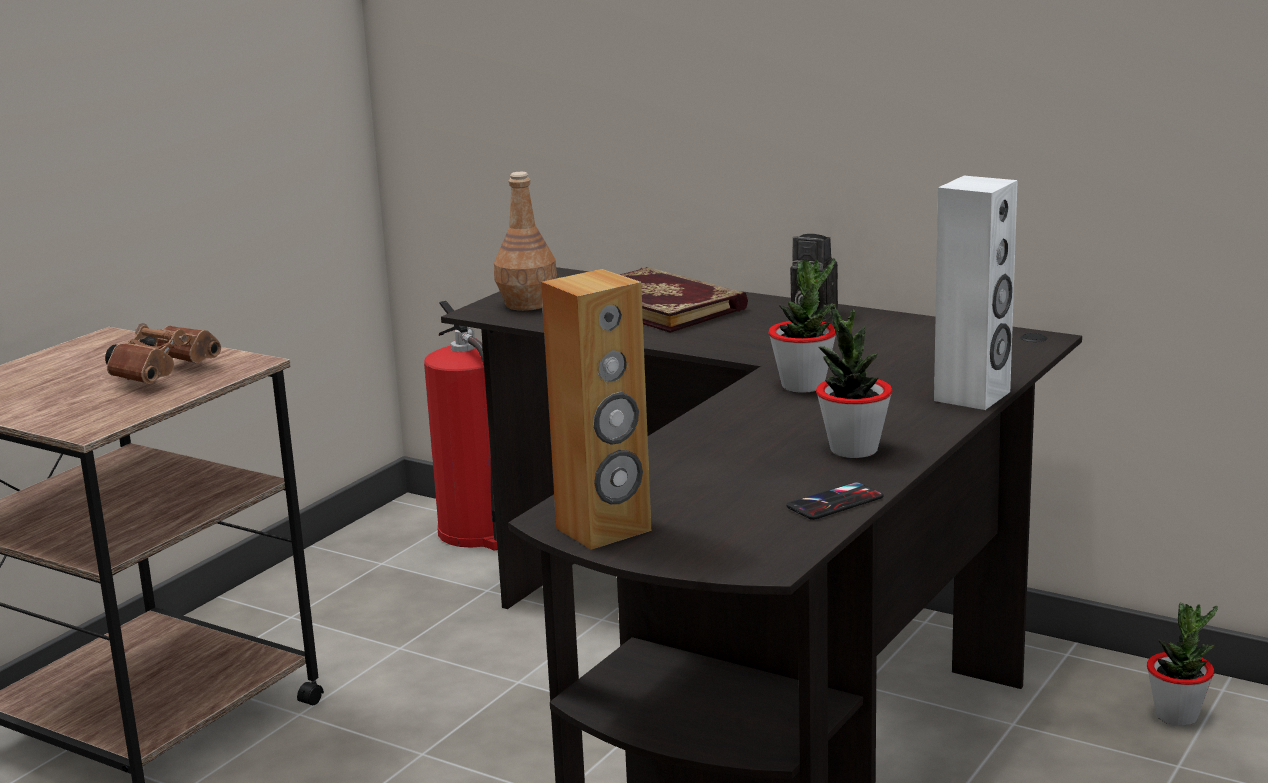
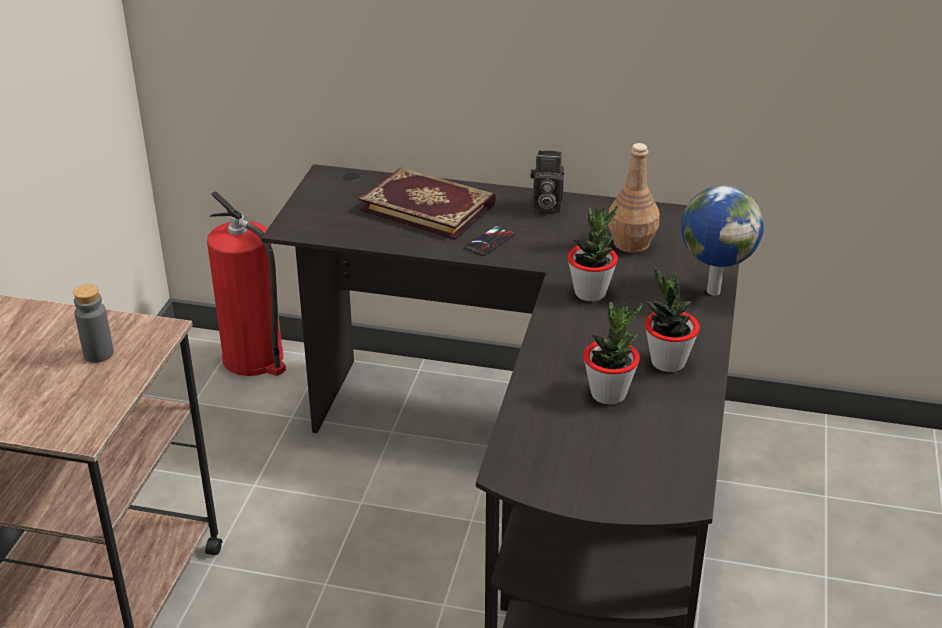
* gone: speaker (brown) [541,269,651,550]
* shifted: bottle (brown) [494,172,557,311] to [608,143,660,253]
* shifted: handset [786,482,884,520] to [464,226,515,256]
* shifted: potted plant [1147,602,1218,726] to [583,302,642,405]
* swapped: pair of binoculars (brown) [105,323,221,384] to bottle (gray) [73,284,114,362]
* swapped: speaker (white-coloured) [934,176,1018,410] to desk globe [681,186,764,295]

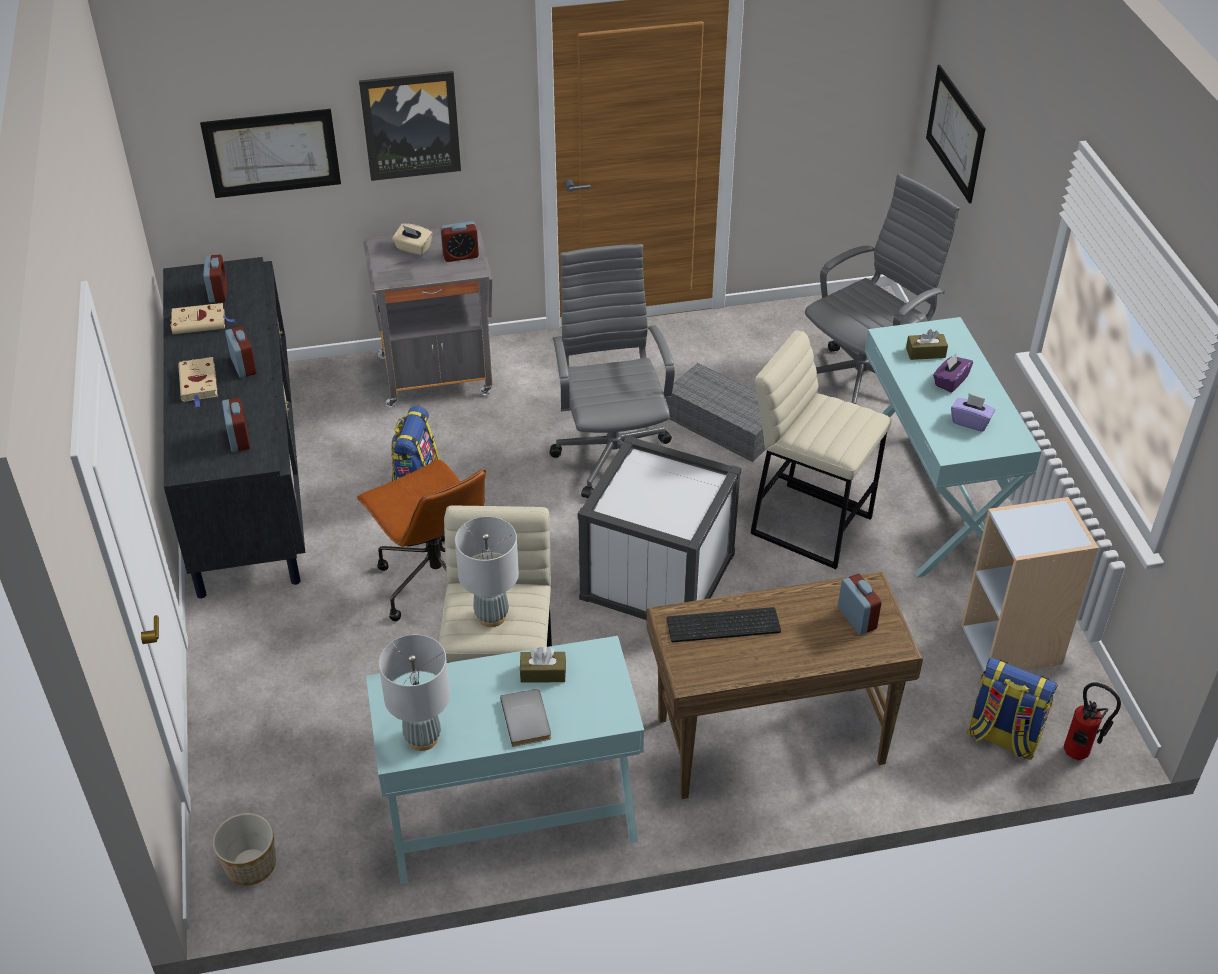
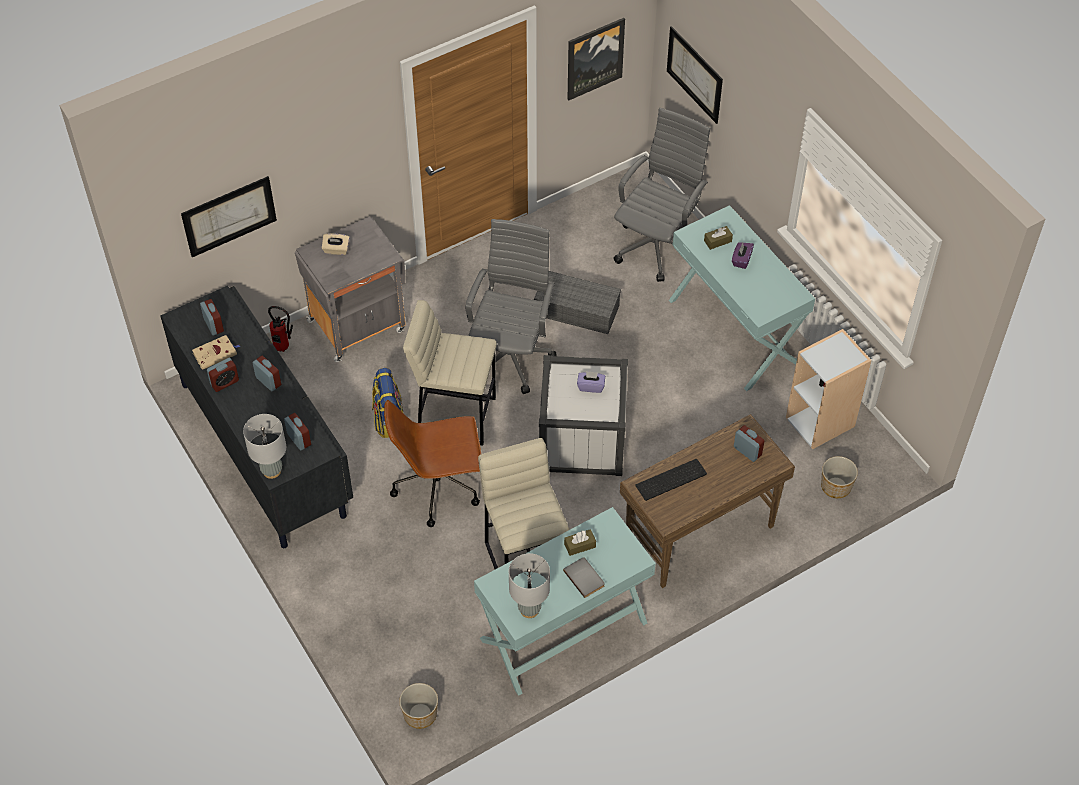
* gone: book (beige) [178,357,218,408]
* shifted: picture [359,71,461,181] to [568,18,625,100]
* shifted: alarm clock [440,221,479,262] to [207,358,239,392]
* shifted: lamp for a table (gray) [455,517,519,627] to [243,414,286,479]
* shifted: stool (beige) [751,330,891,569] to [403,300,497,446]
* shifted: tissue holder (purplish) [951,394,995,432] to [577,371,605,393]
* shifted: extinguisher [1064,682,1121,761] to [268,306,293,352]
* swapped: backpack [967,658,1058,760] to planter [821,456,858,498]
* rotated: computer chair (brown) [357,460,486,621] = [384,400,481,527] 135 degrees clockwise
* rotated: computer chair (gray) [549,244,675,498] = [466,219,557,394] 45 degrees clockwise

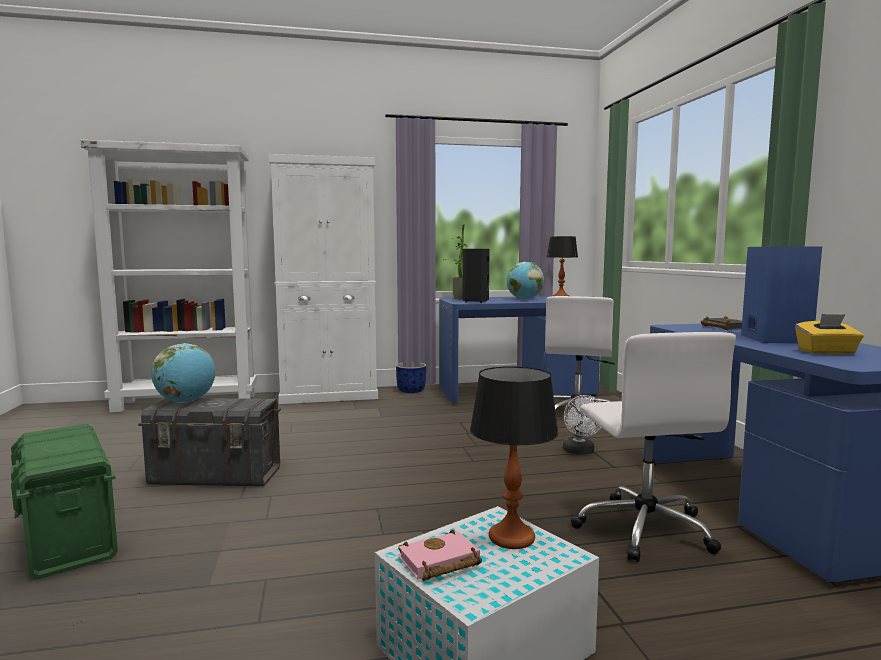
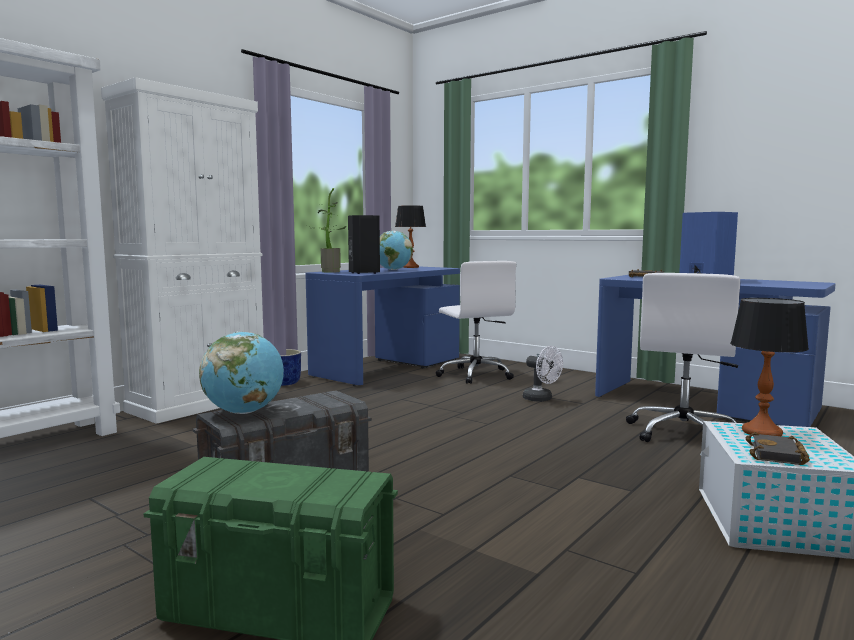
* gone: tissue holder (yellowish) [795,314,864,355]
* repainted: book (pinkish) [398,530,482,581] to book (black-coloured) [746,432,810,465]
* rotated: computer chair (white-coloured) [570,332,736,562] = [626,273,740,442] 75 degrees clockwise

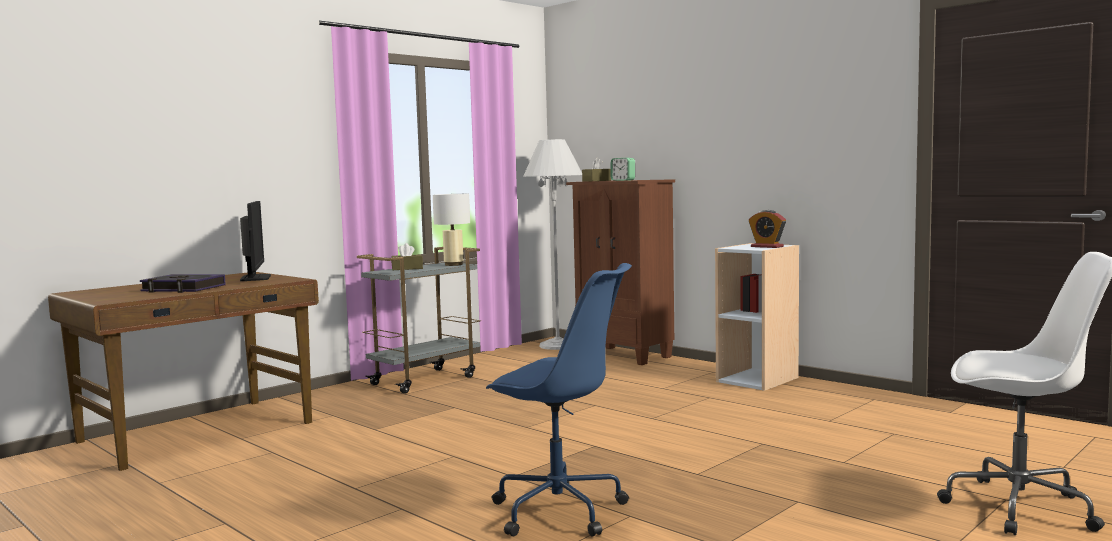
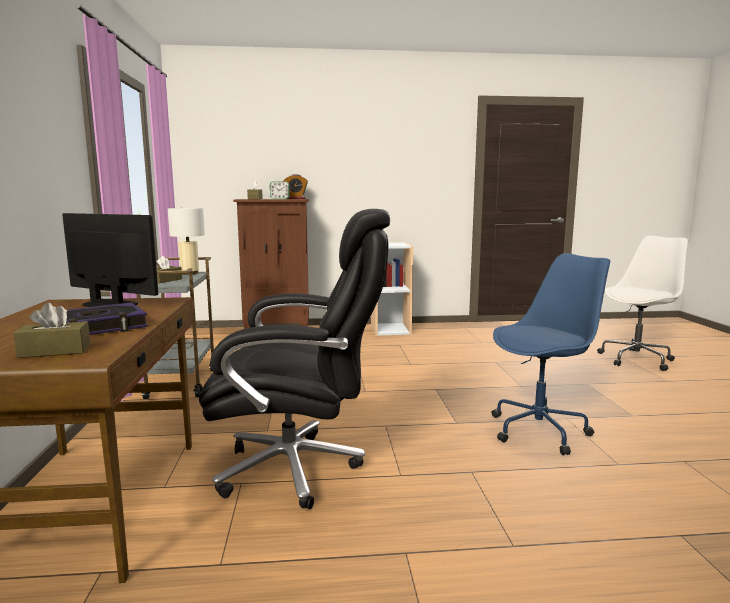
* gone: standing lamp (white-coloured) [523,139,582,350]
* new: tissue holder (brown) [13,303,91,358]
* new: computer chair (black-coloured) [199,209,390,509]
* shifted: alarm clock [749,210,786,248] to [283,174,308,199]

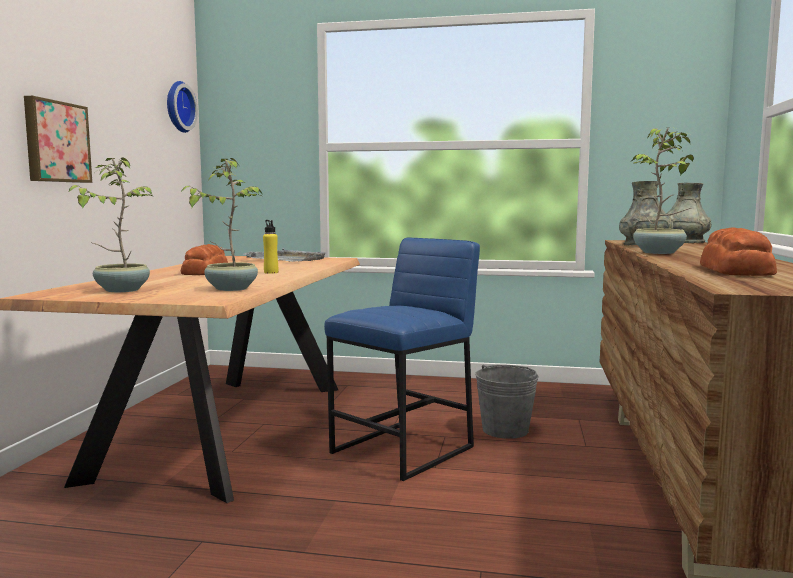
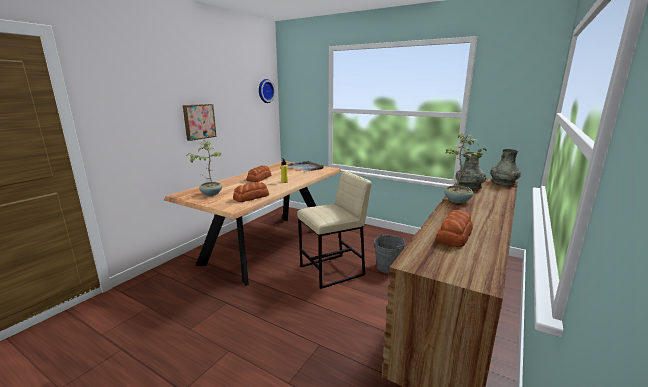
* swapped: potted plant [180,158,264,291] to bread [233,182,269,202]
* repainted: chair (blue) [324,238,480,481] to chair (beige) [297,171,372,289]

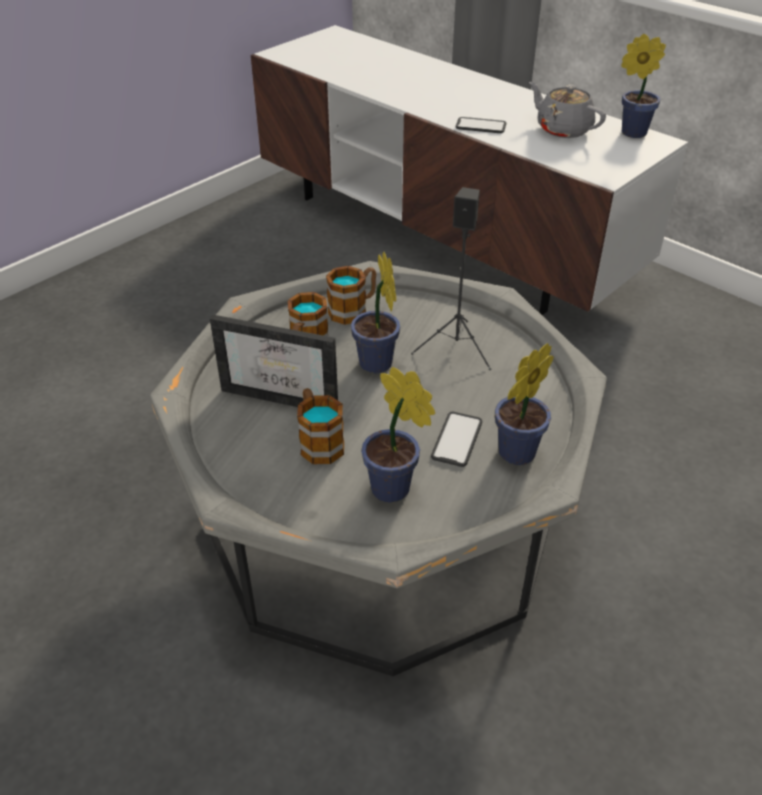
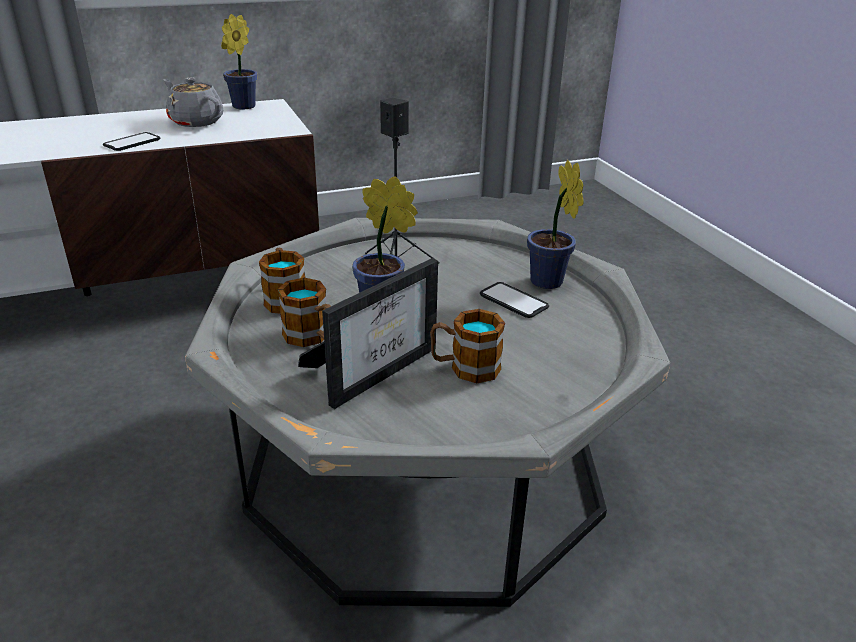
* gone: potted plant [361,367,435,503]
* rotated: teapot (gray) [529,82,606,138] = [163,77,223,127] 60 degrees clockwise

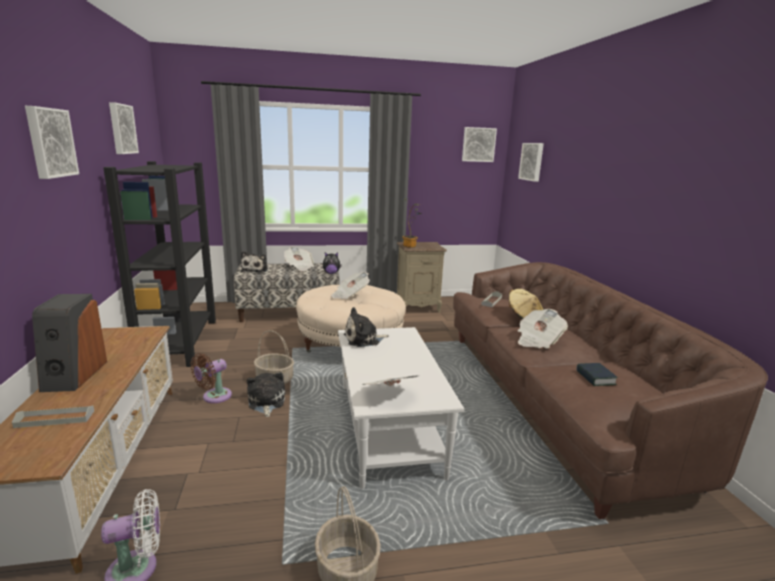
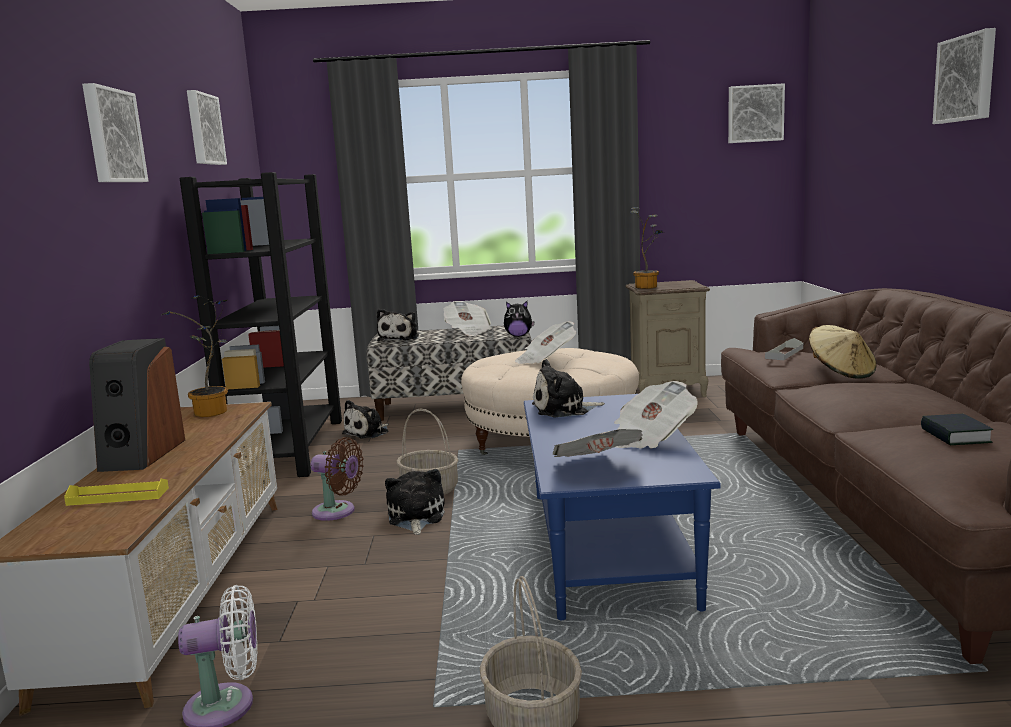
* new: potted plant [161,295,229,417]
* new: soft toy [342,400,389,439]
* shifted: newspaper [517,309,568,349] to [614,381,698,449]
* shifted: picture [518,143,544,182] to [933,28,996,124]
* repainted: carrying tray (gray) [12,405,94,428] to carrying tray (yellowish) [64,479,169,506]
* repainted: coffee table (white-coloured) [338,327,465,489] to coffee table (blue) [524,394,720,620]
* rotated: cooling fan (brown) [191,353,232,403] = [310,437,364,521] 120 degrees counterclockwise

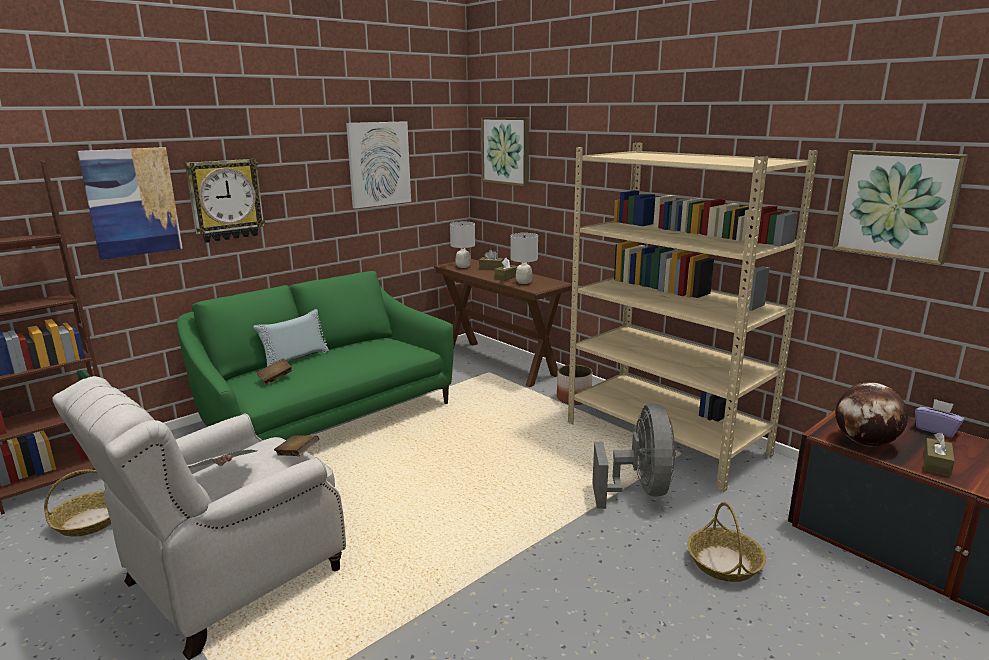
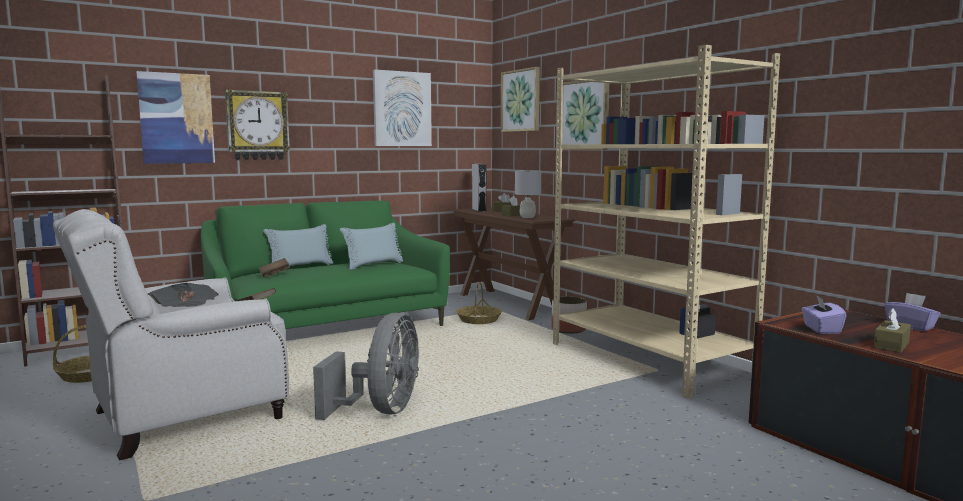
* new: pillow (blue) [340,223,403,270]
* shifted: cooling fan (gray) [592,404,676,509] to [313,313,419,420]
* shifted: storage basket [687,502,766,582] to [456,282,502,324]
* shifted: picture [833,150,968,265] to [559,81,609,150]
* swapped: lamp for a table (gray) [450,222,475,268] to speaker (gray) [472,164,486,211]
* swapped: desk globe [835,382,908,447] to tissue holder (purplish) [802,296,846,334]

